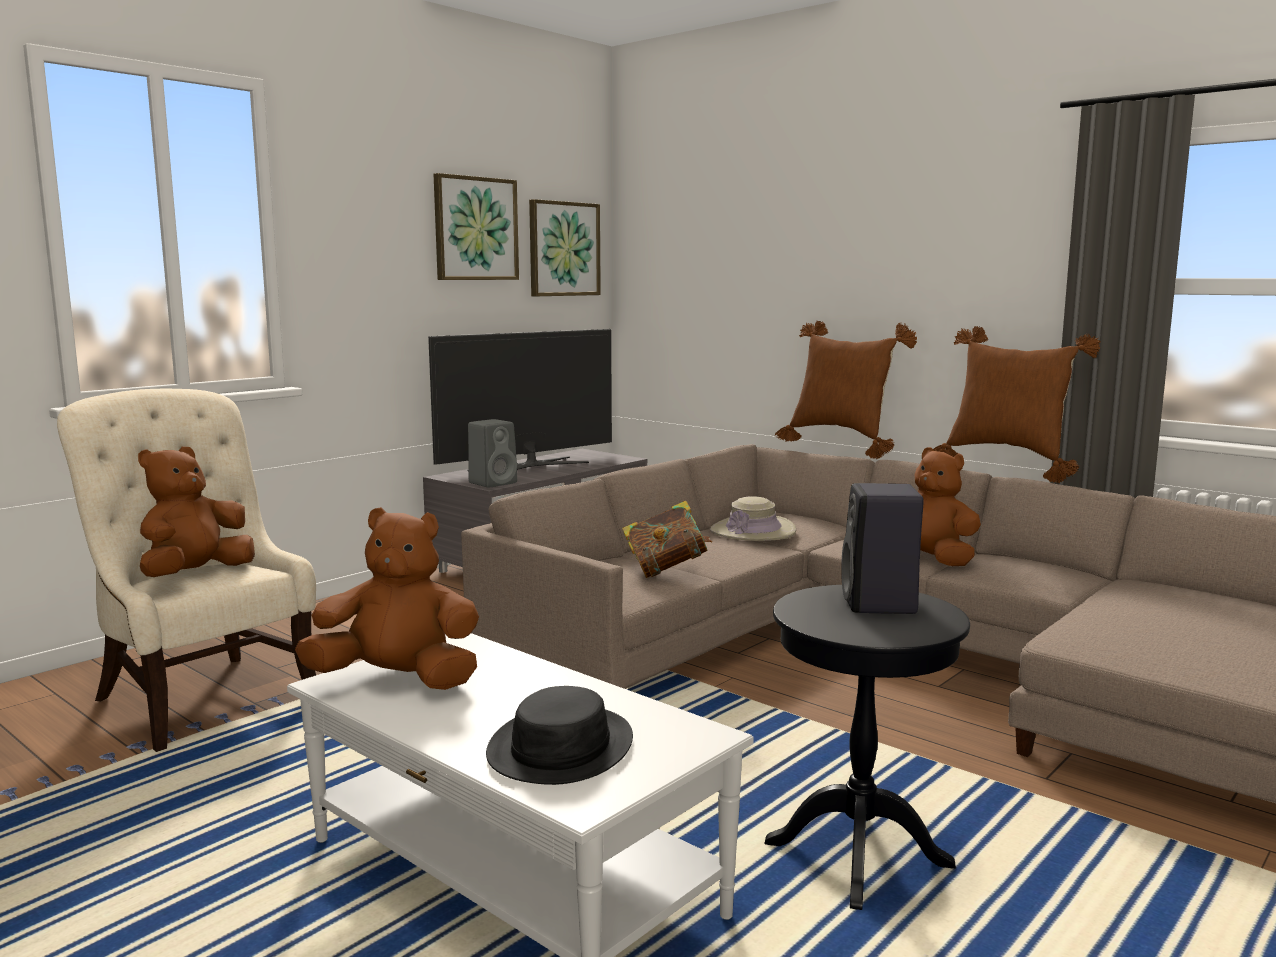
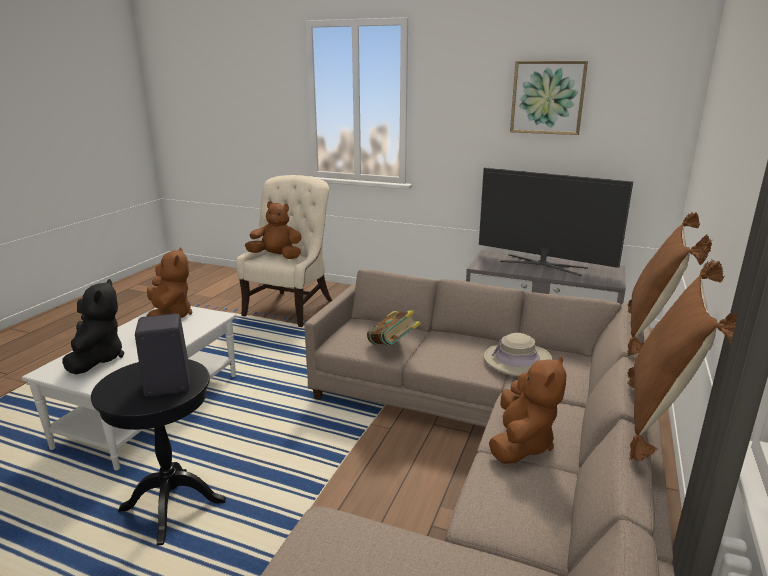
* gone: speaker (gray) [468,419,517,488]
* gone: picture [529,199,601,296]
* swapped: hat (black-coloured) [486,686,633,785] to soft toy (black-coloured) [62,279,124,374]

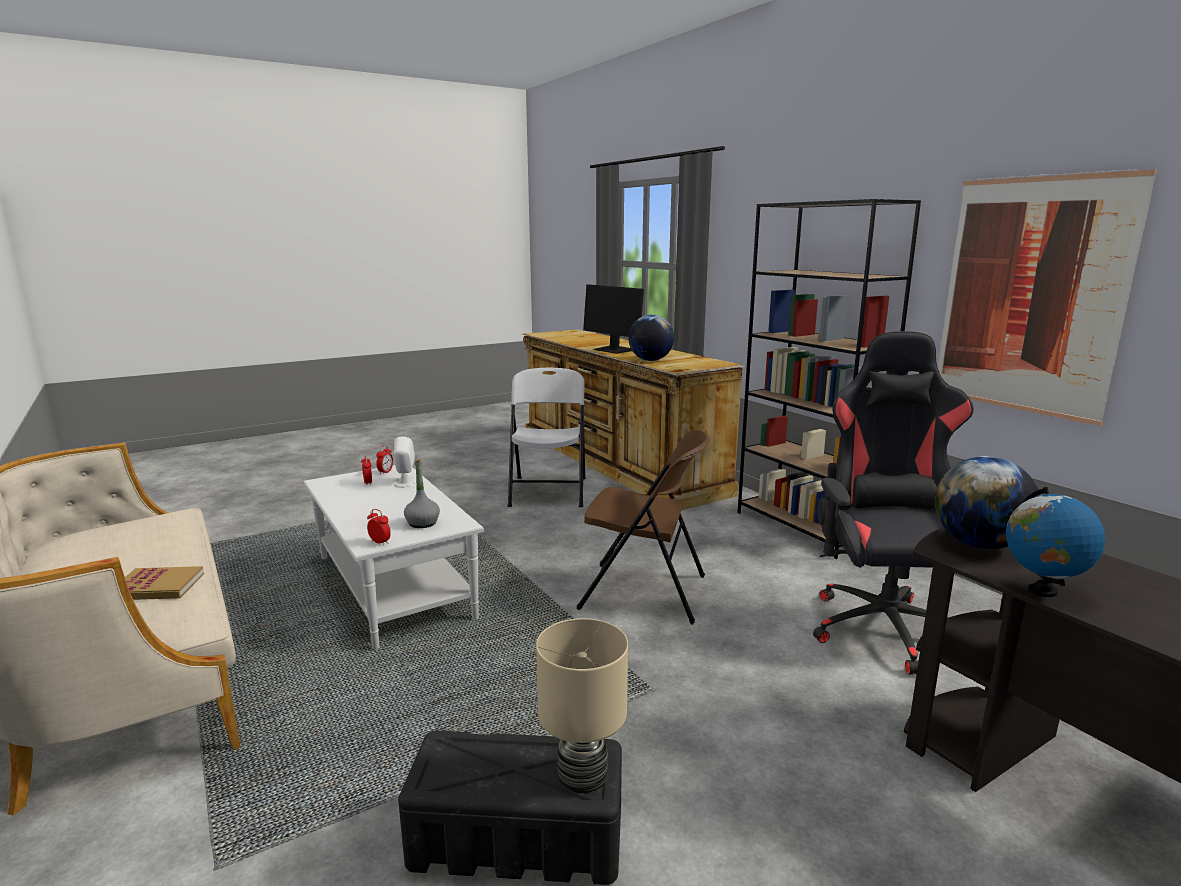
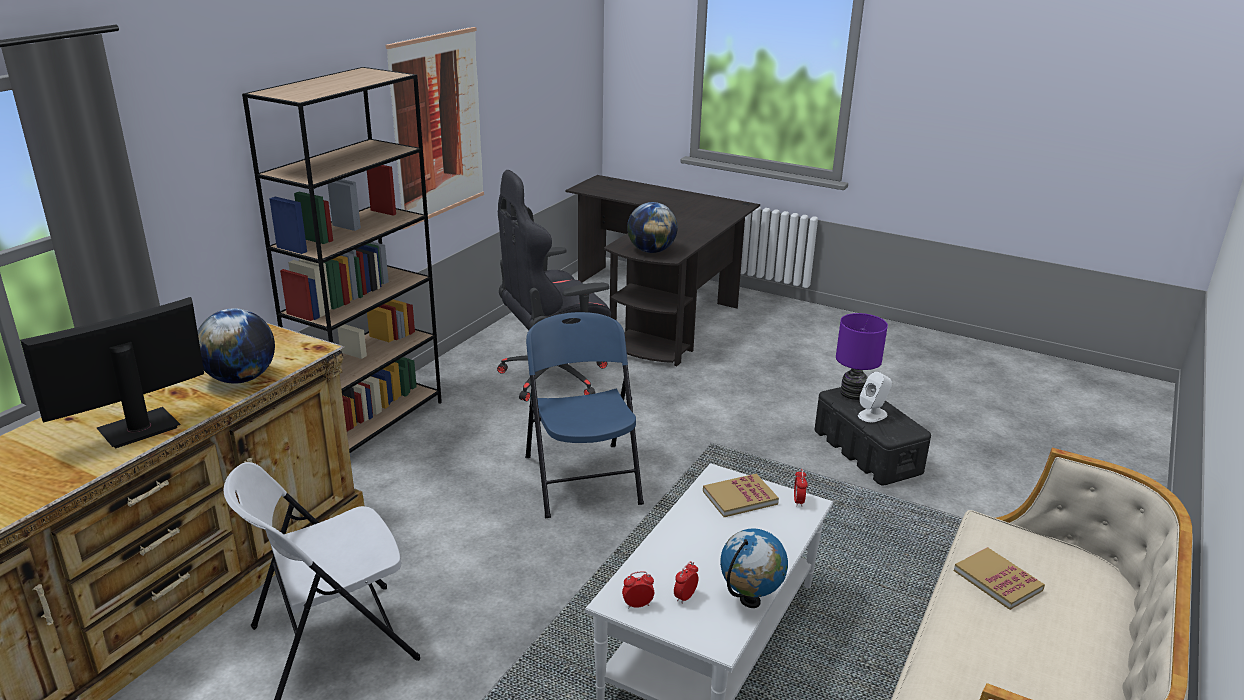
* shifted: speaker (white-coloured) [394,437,416,488] to [858,372,892,422]
* shifted: desk globe [1006,487,1105,597] to [720,528,788,608]
* swapped: bottle (gray) [404,459,440,528] to book [703,474,779,517]
* repainted: lamp for a table (beige) [536,618,628,793] to lamp for a table (purplish) [836,313,888,400]
* repainted: chair (brown) [577,430,710,625] to chair (blue) [525,312,644,518]
* rotated: computer screen [583,284,644,354] = [20,297,204,449] 150 degrees counterclockwise

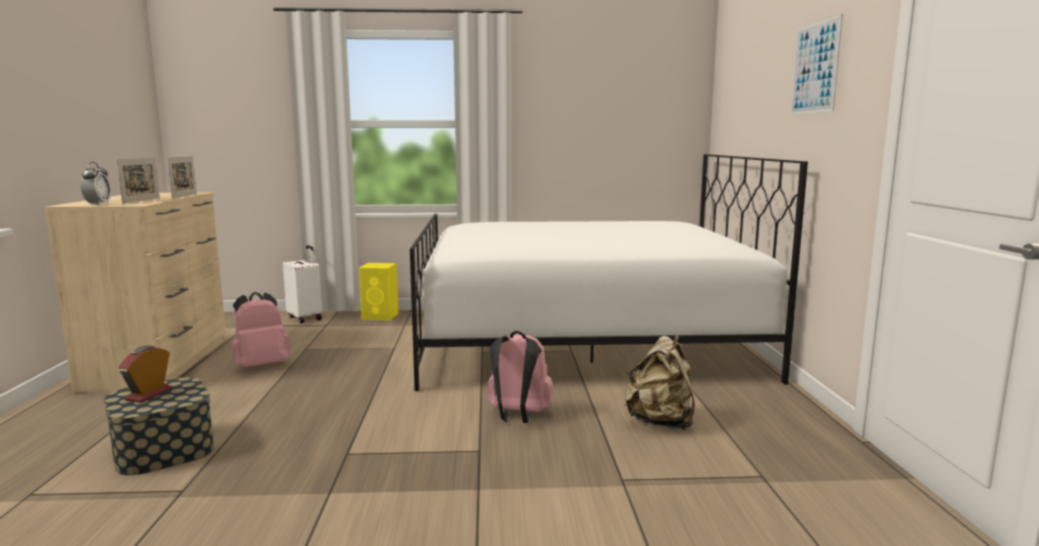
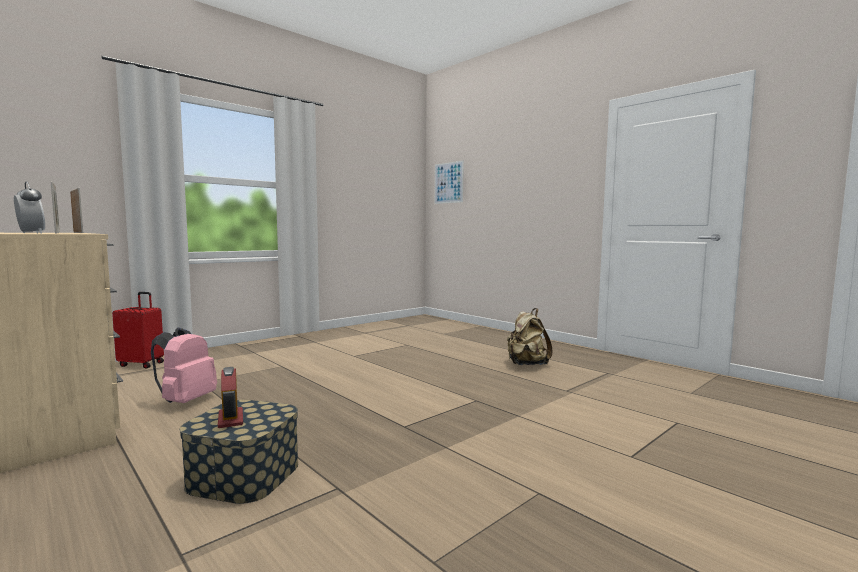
* gone: speaker (yellowish) [359,263,399,321]
* gone: bed (white-coloured) [410,154,808,391]
* gone: backpack (pinkish) [487,331,553,424]
* shifted: picture [790,14,843,115] to [435,160,464,204]
* repainted: piece of luggage (white-coloured) [282,245,322,323] to piece of luggage (red-coloured) [112,292,164,368]

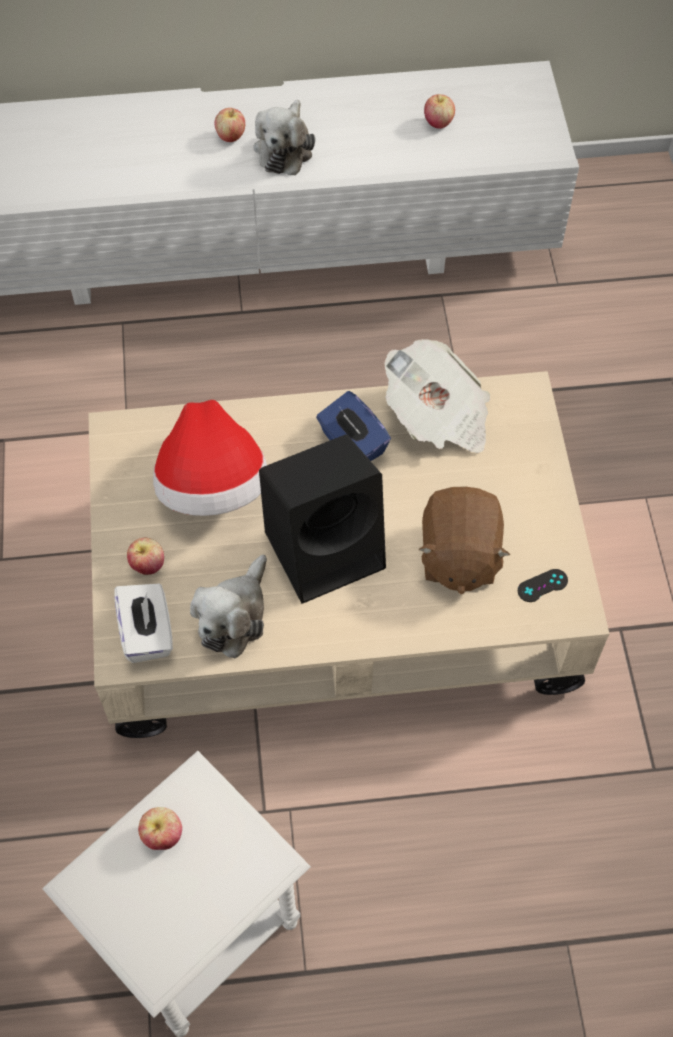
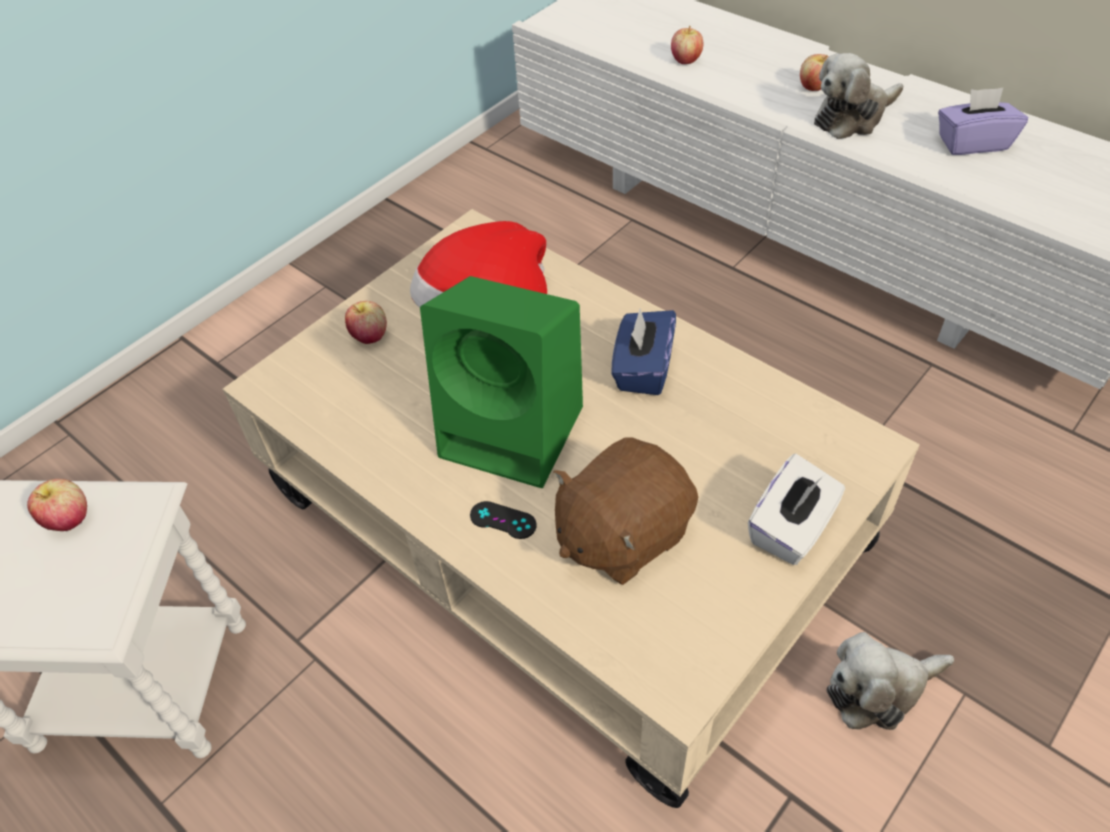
* gone: newspaper [385,339,490,453]
* new: tissue holder (purplish) [938,88,1028,155]
* shifted: tissue holder (white-coloured) [114,584,173,663] to [748,454,845,565]
* shifted: soft toy [190,555,267,658] to [826,632,954,730]
* shifted: whole apple [424,94,455,129] to [671,26,703,64]
* shifted: gamepad (black-coloured) [518,569,568,602] to [470,501,537,539]
* repainted: speaker (black-coloured) [259,435,386,604] to speaker (greenish) [420,276,583,488]

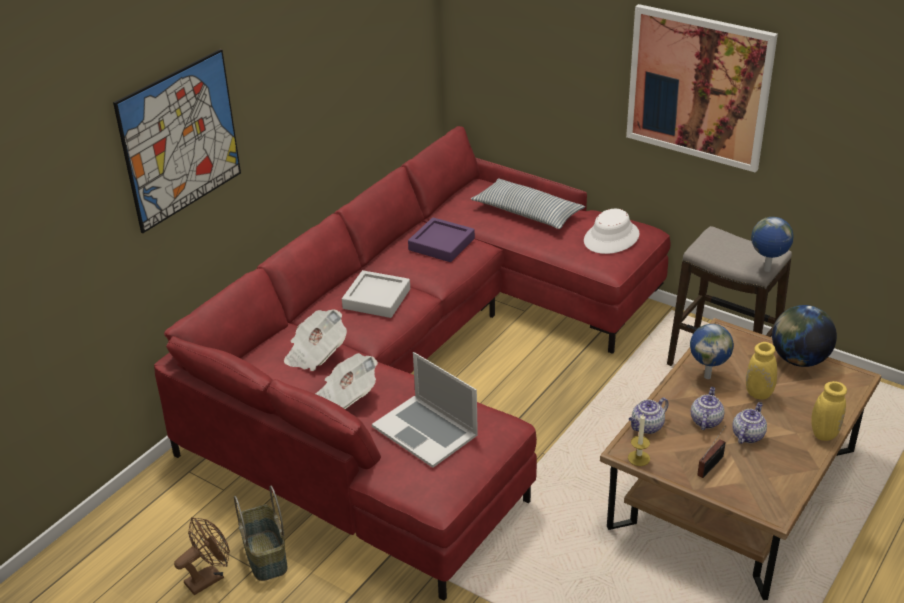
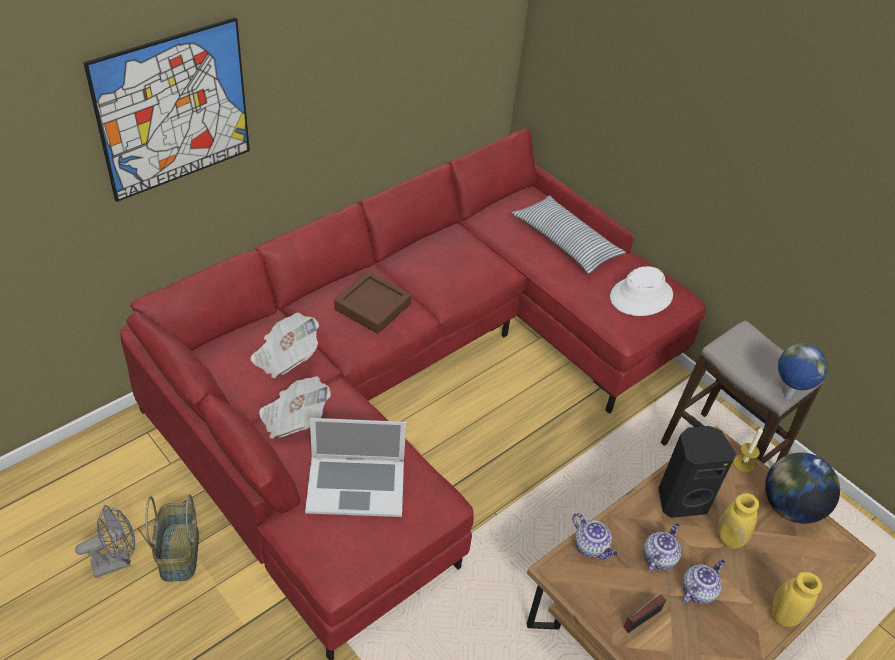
* gone: carrying tray (purplish) [408,217,475,262]
* gone: picture [626,4,778,172]
* shifted: candle [628,414,650,466] to [733,427,763,472]
* swapped: desk globe [690,324,734,379] to speaker (black-coloured) [658,426,736,518]
* repainted: cooling fan (brown) [174,517,230,595] to cooling fan (gray) [75,505,135,578]
* repainted: carrying tray (gray) [342,270,410,318] to carrying tray (brown) [334,271,412,334]
* rotated: laptop [372,352,478,468] = [305,418,406,517] 60 degrees counterclockwise
* rotated: teapot [629,398,669,434] = [572,513,618,560] 105 degrees counterclockwise

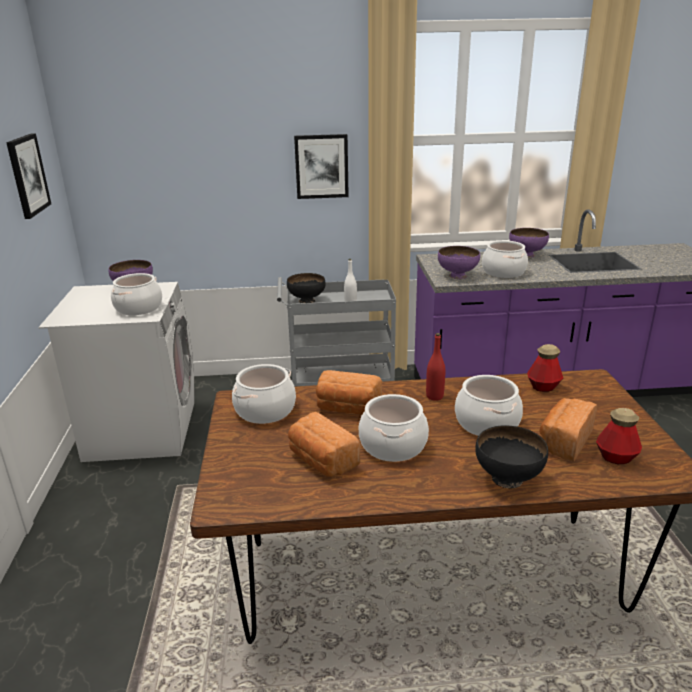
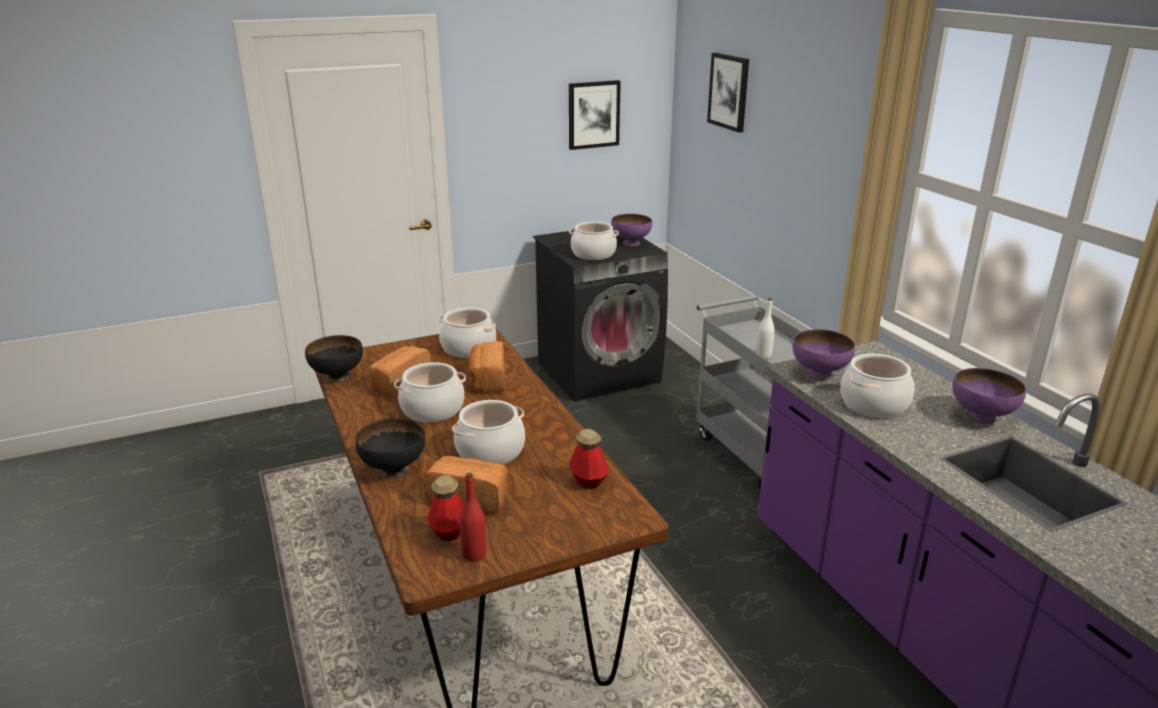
* shifted: deep dish (black-coloured) [287,273,326,303] to [305,335,363,383]
* shifted: picture [294,134,349,199] to [707,53,749,133]
* shifted: bottle (red-coloured) [426,333,445,401] to [459,473,486,562]
* repainted: laundry machine (white-coloured) [38,282,195,462] to laundry machine (black-coloured) [533,230,668,402]

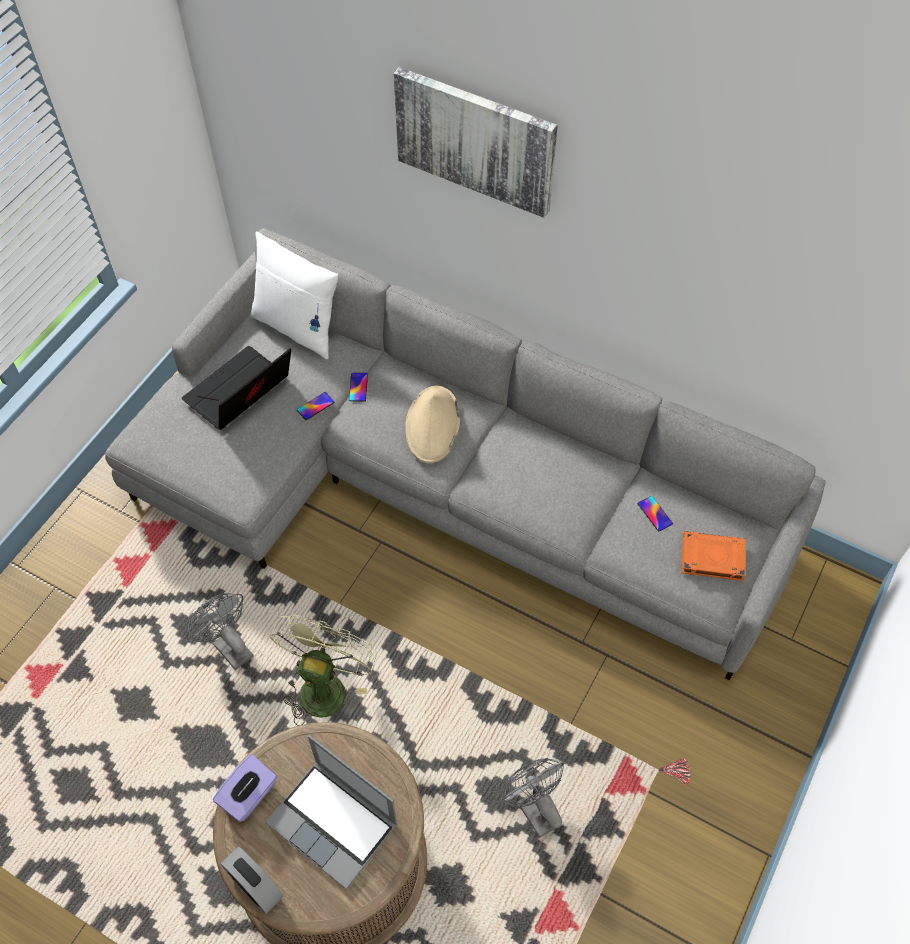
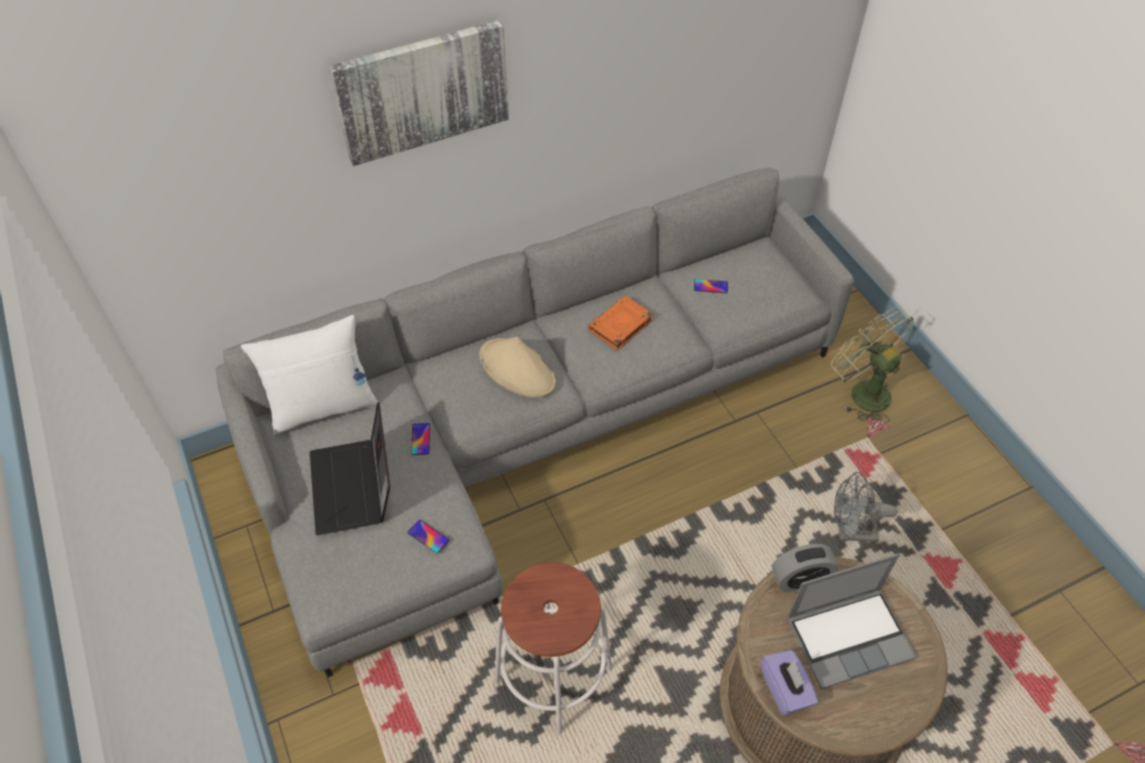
* shifted: alarm clock [221,847,283,914] to [772,544,839,592]
* shifted: cooling fan (greenish) [270,614,377,726] to [831,306,914,423]
* shifted: handset [349,373,368,402] to [407,520,449,553]
* shifted: book (orange-coloured) [681,531,746,581] to [588,295,653,351]
* swapped: cooling fan (gray) [186,593,253,670] to stool (white-coloured) [495,562,612,734]

